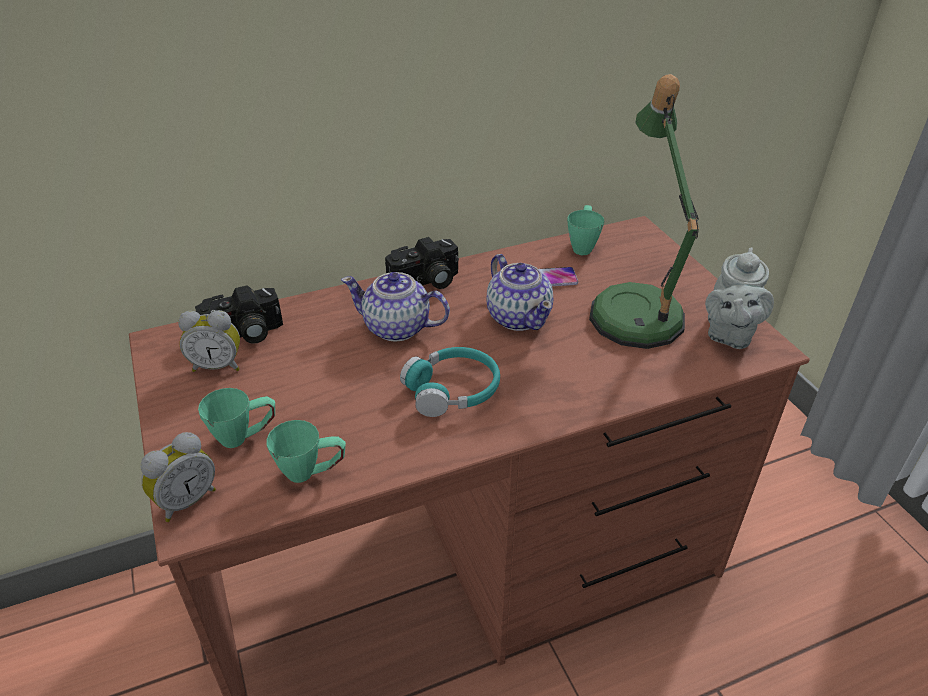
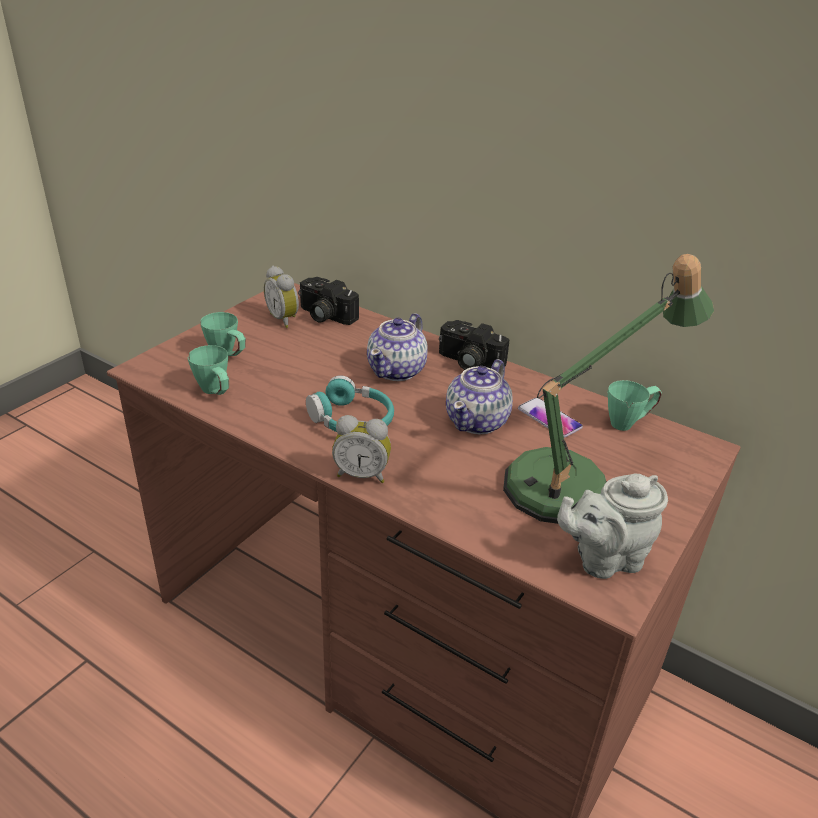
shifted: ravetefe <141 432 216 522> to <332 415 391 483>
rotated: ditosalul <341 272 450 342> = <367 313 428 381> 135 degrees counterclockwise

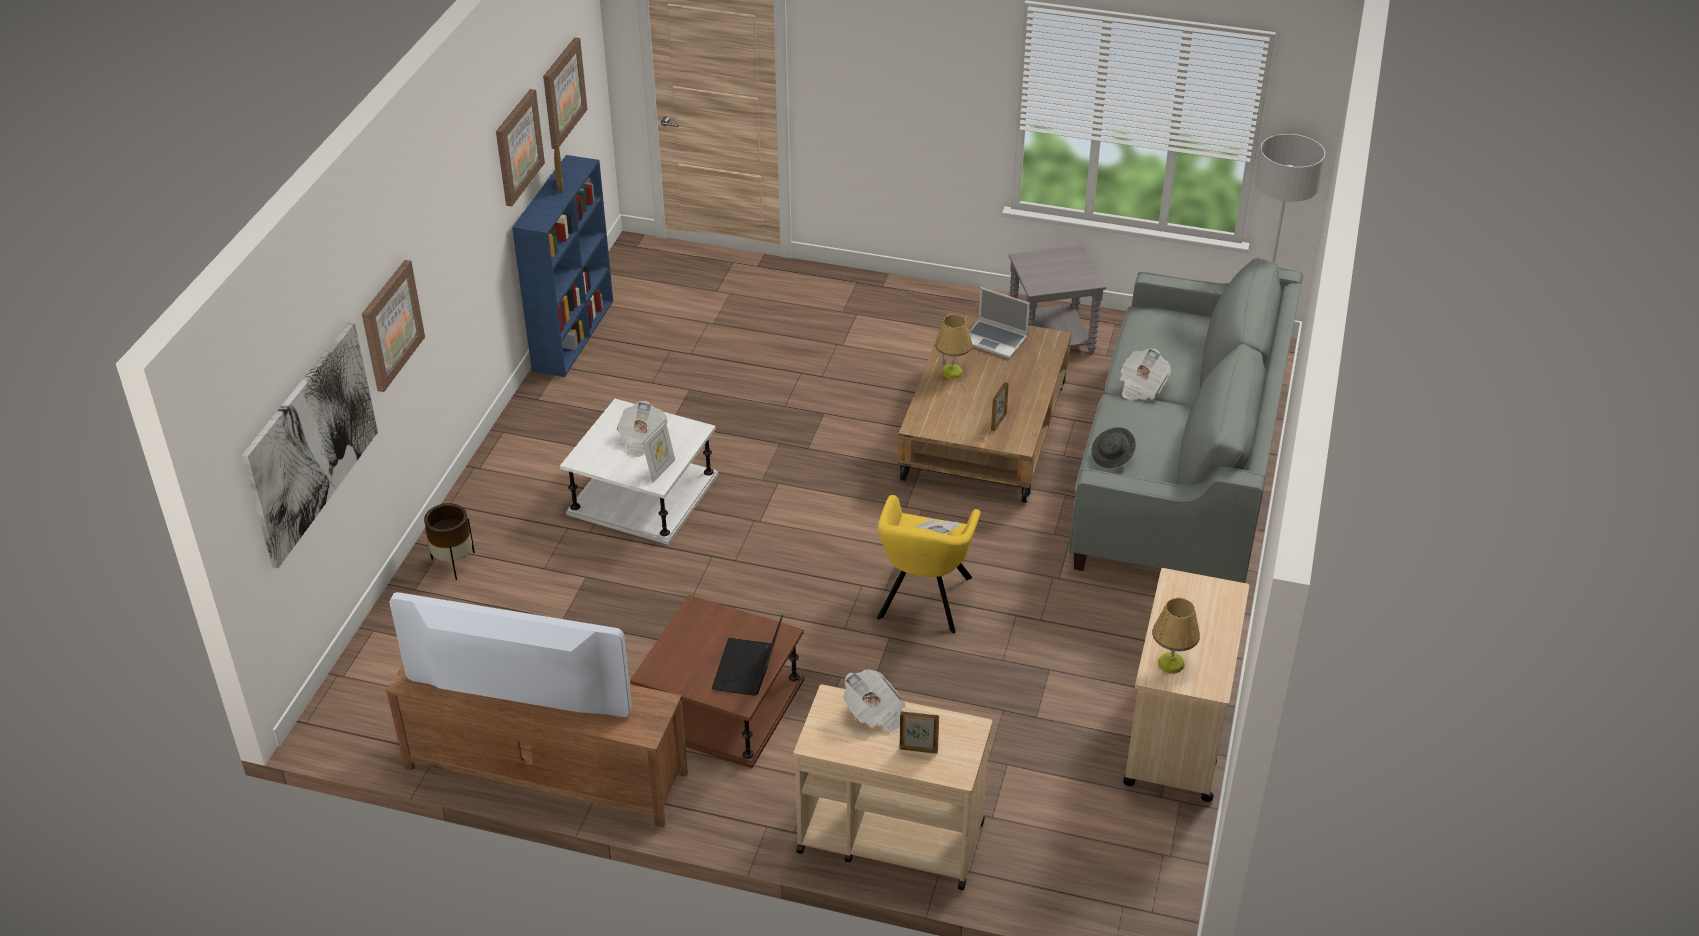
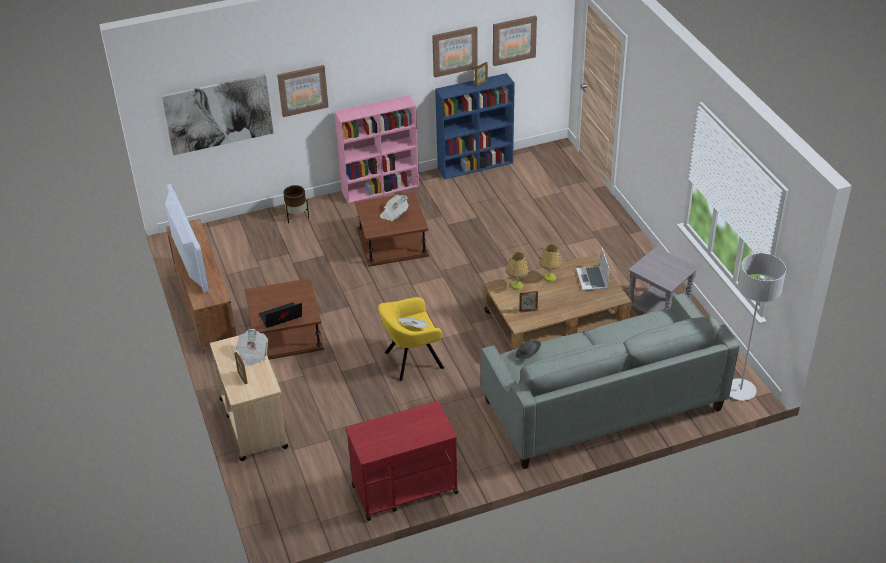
gone: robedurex <642 419 675 483>; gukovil <1120 348 1171 400>
new: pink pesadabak <335 95 419 203>
shifted: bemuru <1152 598 1200 673> to <506 252 529 290>
repainted: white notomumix <560 399 718 545> to brown notomumix <355 192 429 267>; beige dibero <1123 568 1249 802> to red dibero <346 401 458 521>

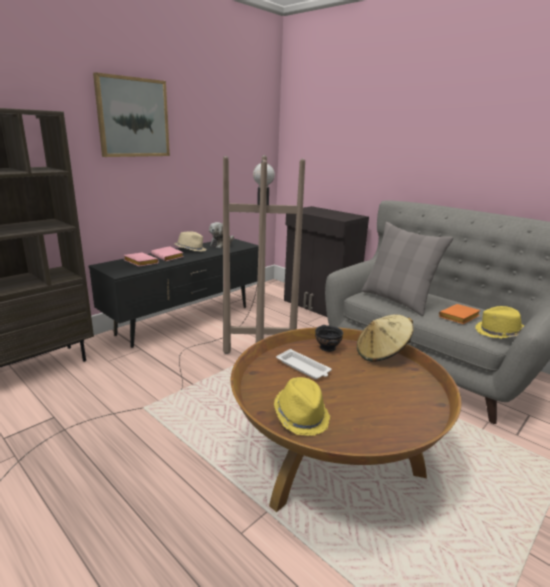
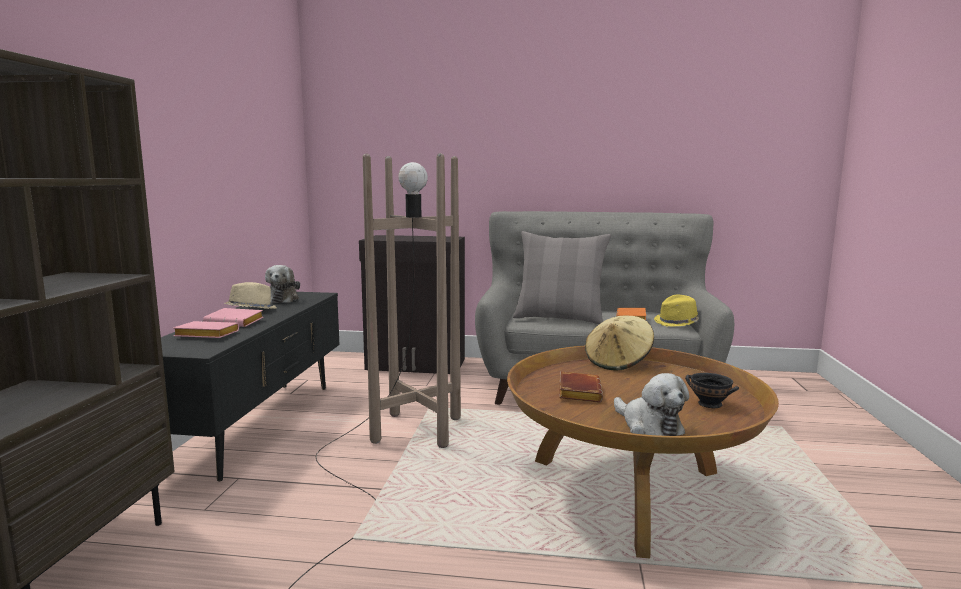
gone: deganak <93 72 170 157>
shifted: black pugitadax <315 325 343 352> to <685 373 739 408>
swapped: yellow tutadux <274 377 330 436> to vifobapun <614 373 689 436>; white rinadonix <276 349 332 379> to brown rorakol <559 372 603 402>

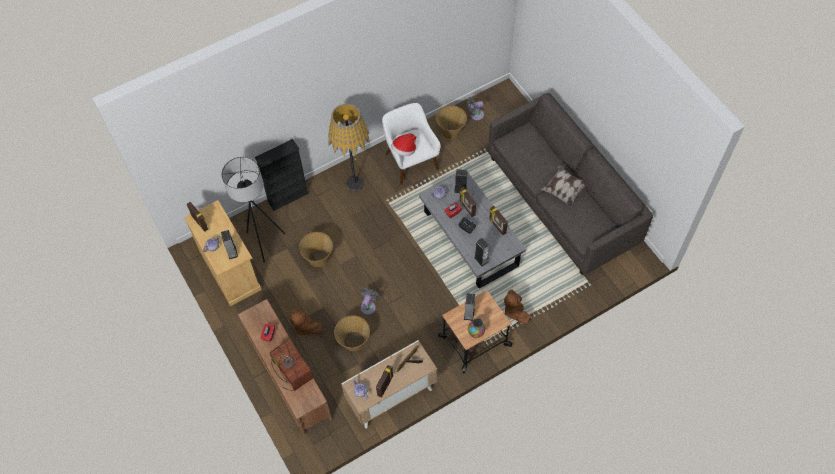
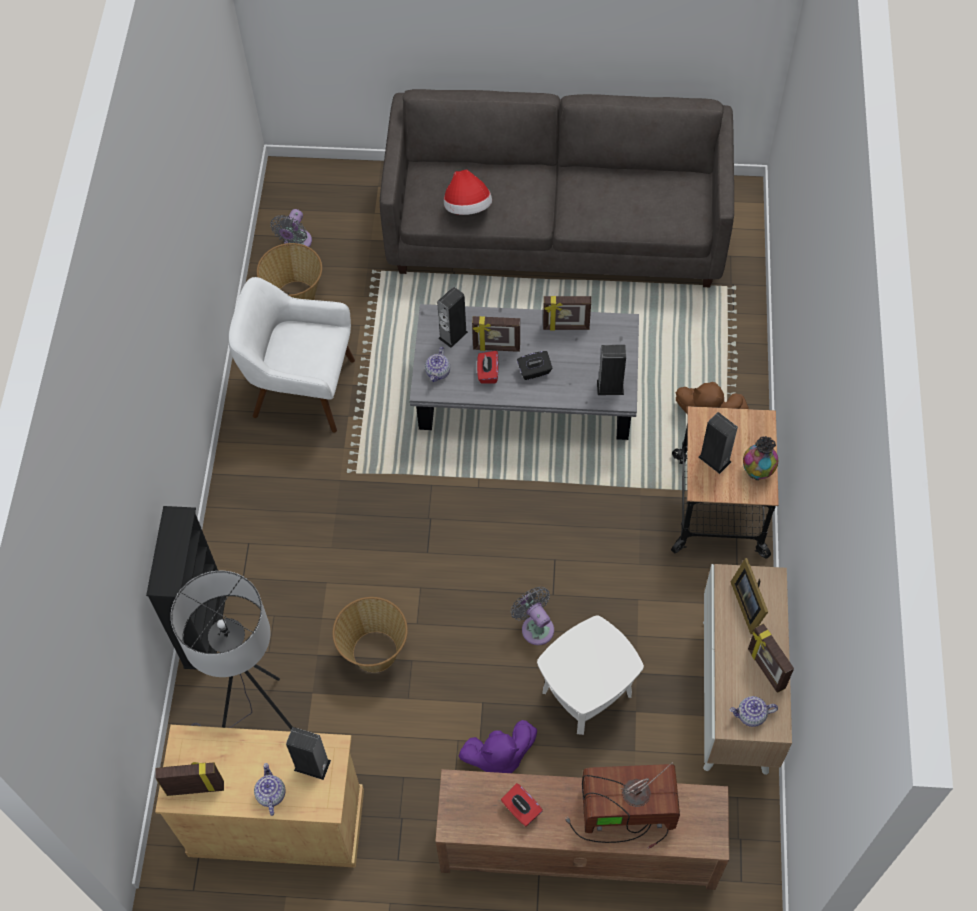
gone: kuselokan <328 104 370 192>; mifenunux <541 165 586 207>
shifted: tutadux <391 133 416 156> to <444 169 492 215>
swapped: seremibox <334 315 370 351> to white notomumix <537 615 644 735>
repainted: brown vifobapun <290 309 323 335> to purple vifobapun <459 720 537 773>

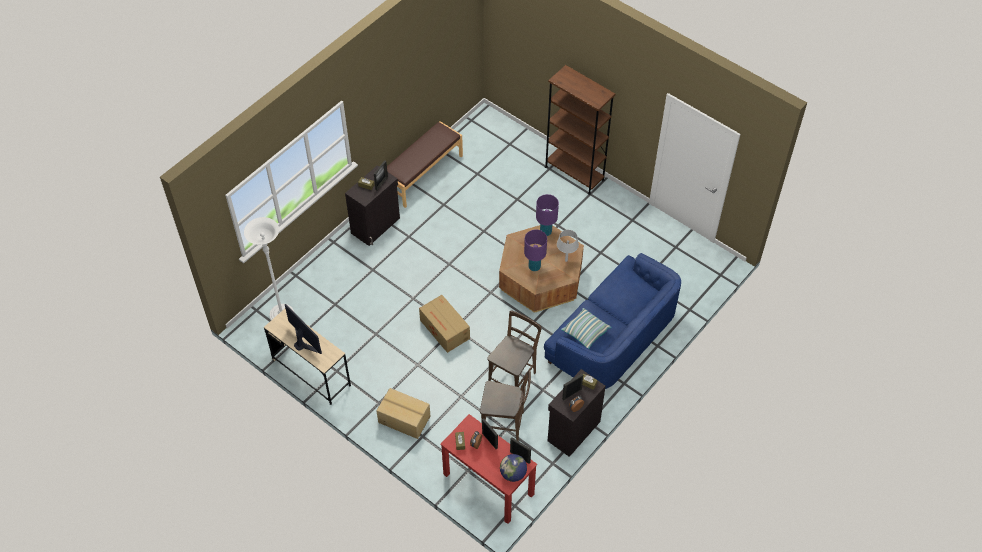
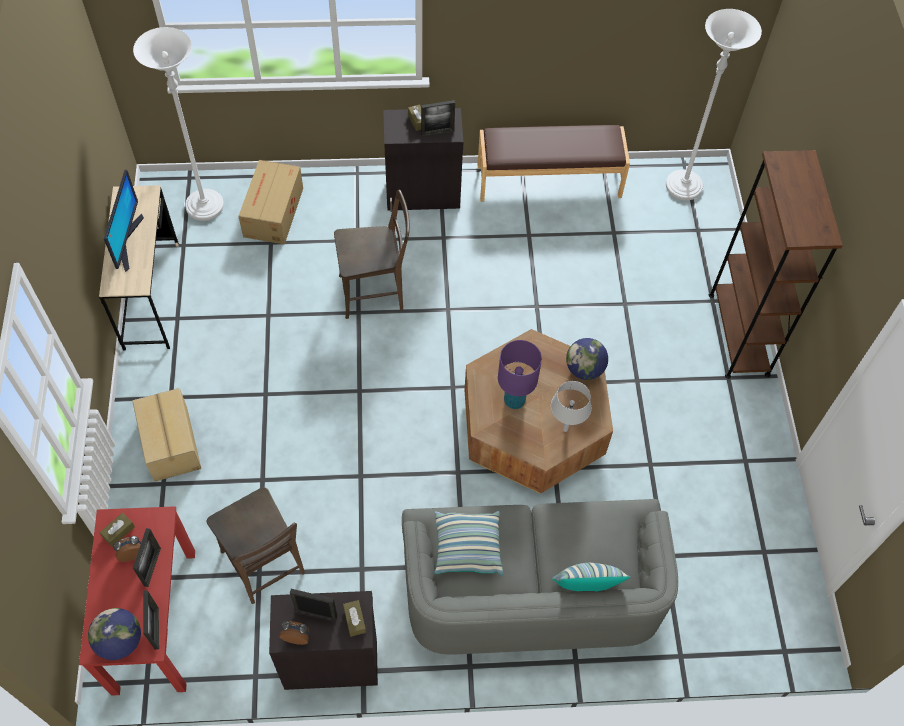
new: mifenunux <552 563 630 591>; white kuselokan <666 9 762 201>
shifted: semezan <419 295 470 353> to <238 160 303 244>; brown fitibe <487 311 542 387> to <334 190 410 319>
swapped: purple bemuru <536 194 559 236> to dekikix <566 338 608 380>
repainted: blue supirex <544 253 681 389> to grey supirex <402 499 678 655>

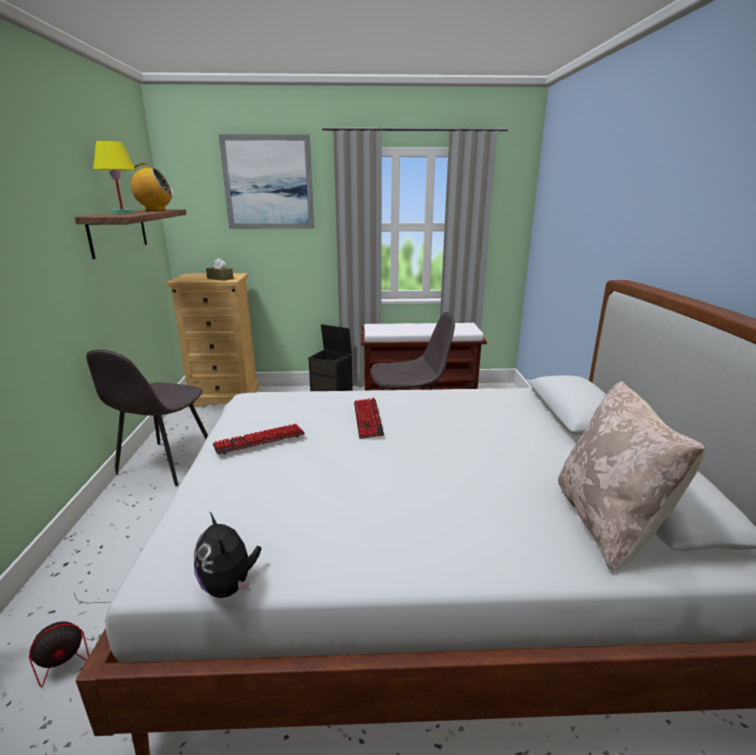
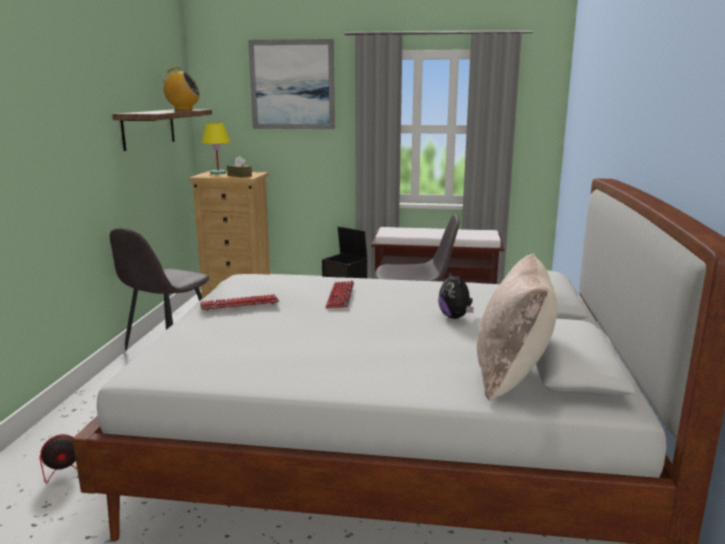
shifted: yellow bemuru <93 141 135 214> to <202 123 230 174>; vifobapun <194 511 261 598> to <438 270 474 319>

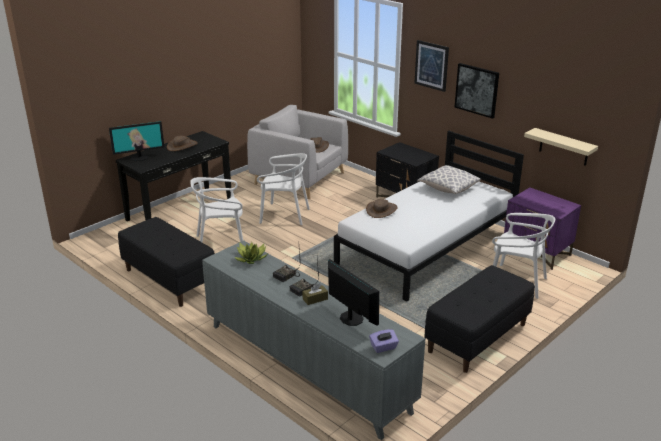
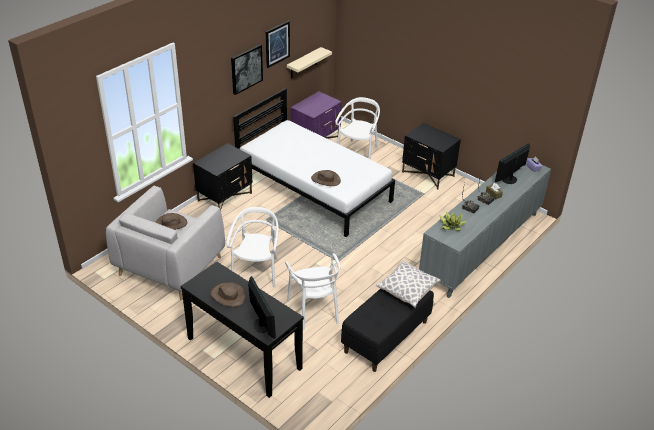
shifted: deganak <414 40 449 92> to <266 21 290 68>; mifenunux <417 165 481 194> to <376 261 441 308>
swapped: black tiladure <424 265 535 373> to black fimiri <402 123 461 190>

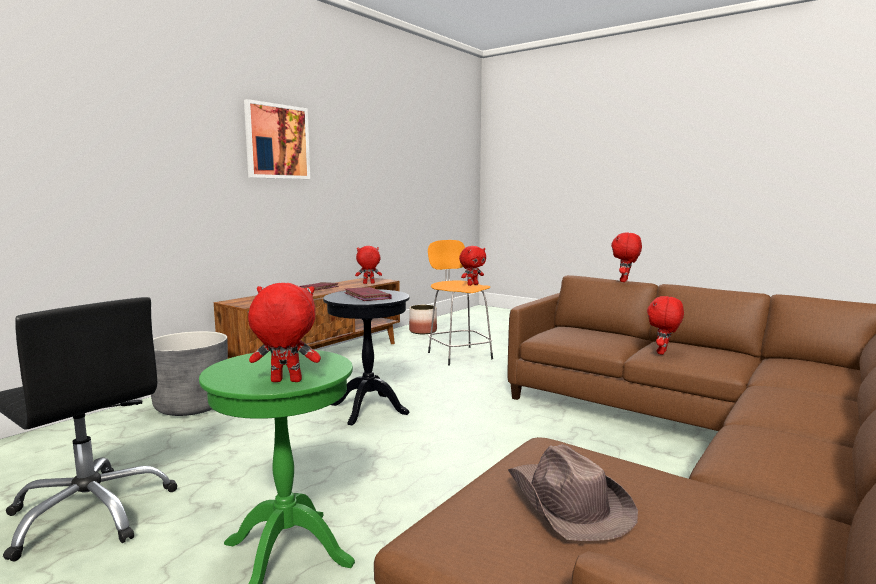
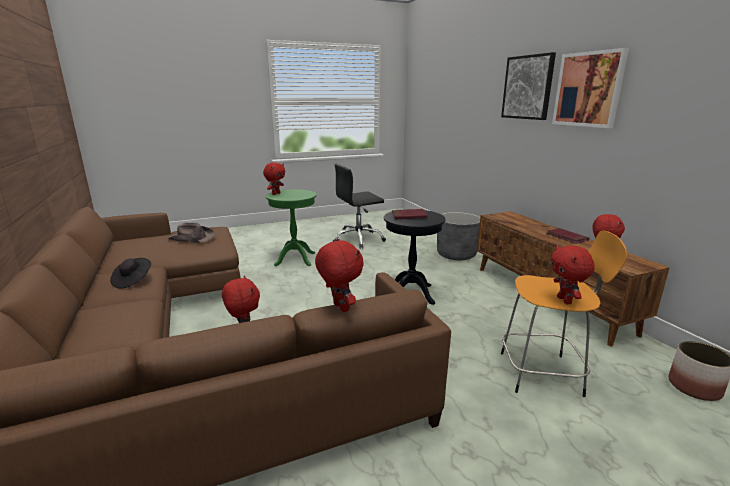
new: black tutadux <110 258 151 288>; deganak <501 52 556 120>

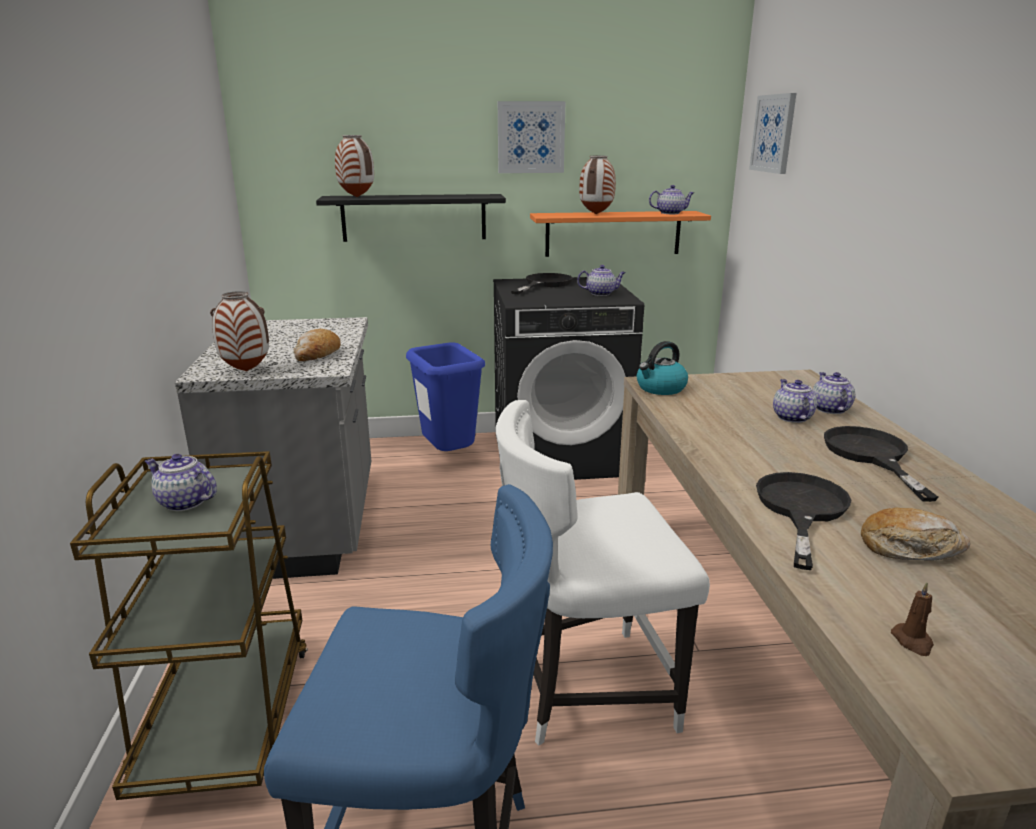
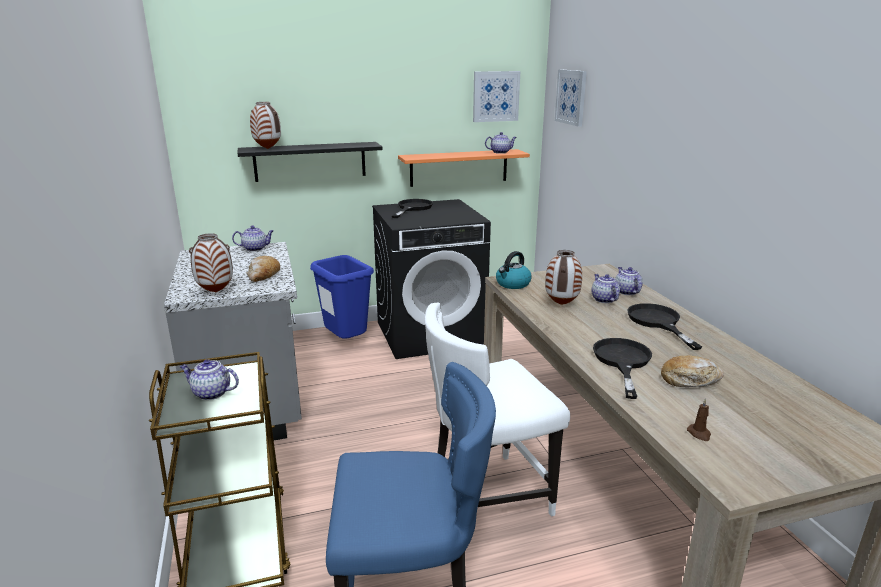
shifted: deganak <498 101 566 173> to <473 71 520 122>; ditosalul <577 265 626 296> to <232 226 274 251>; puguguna <579 156 616 214> to <545 250 582 305>

